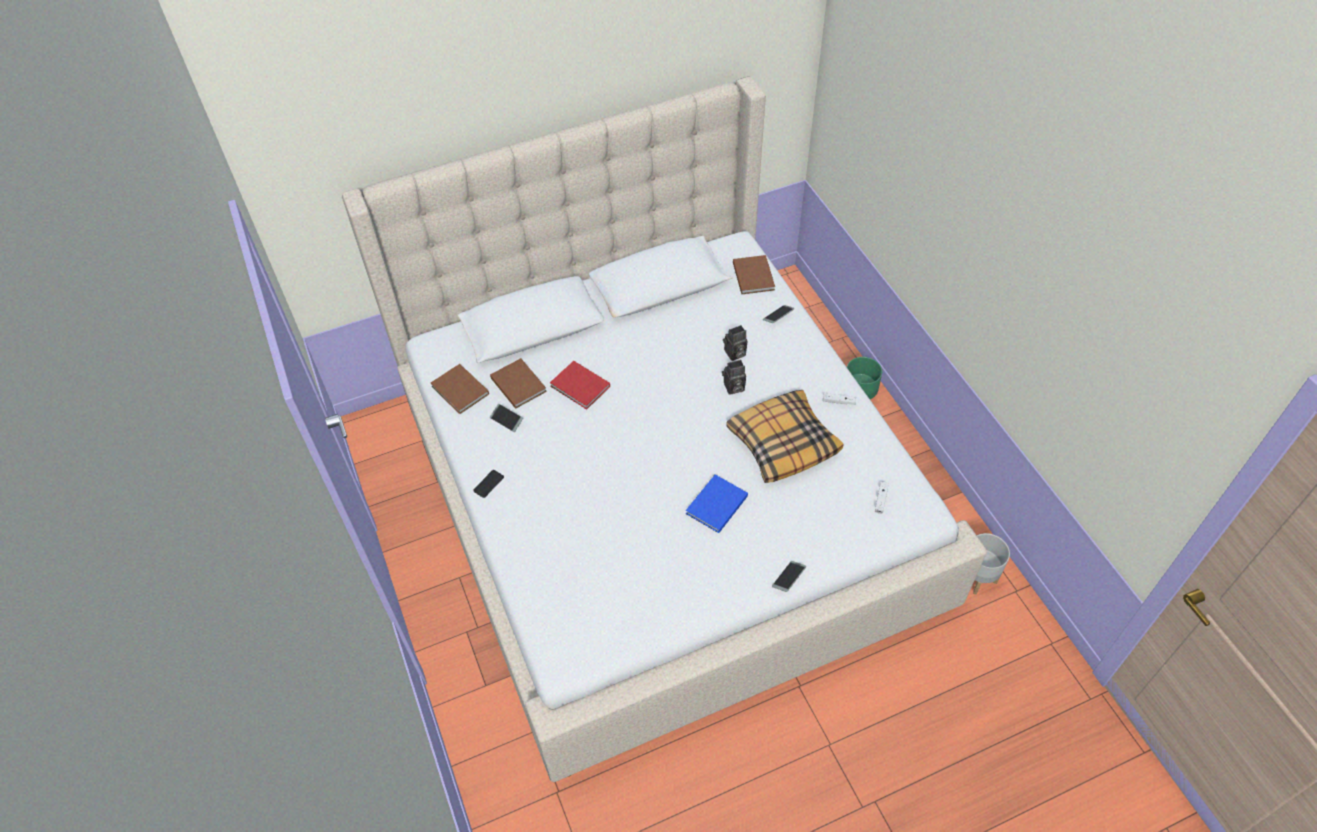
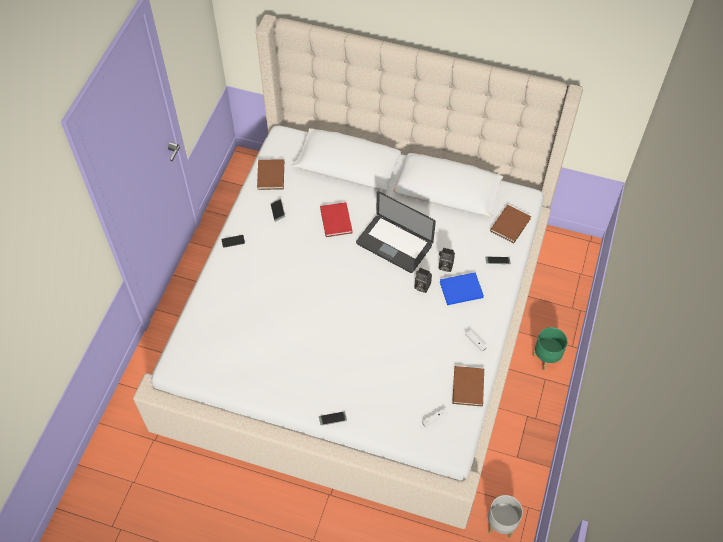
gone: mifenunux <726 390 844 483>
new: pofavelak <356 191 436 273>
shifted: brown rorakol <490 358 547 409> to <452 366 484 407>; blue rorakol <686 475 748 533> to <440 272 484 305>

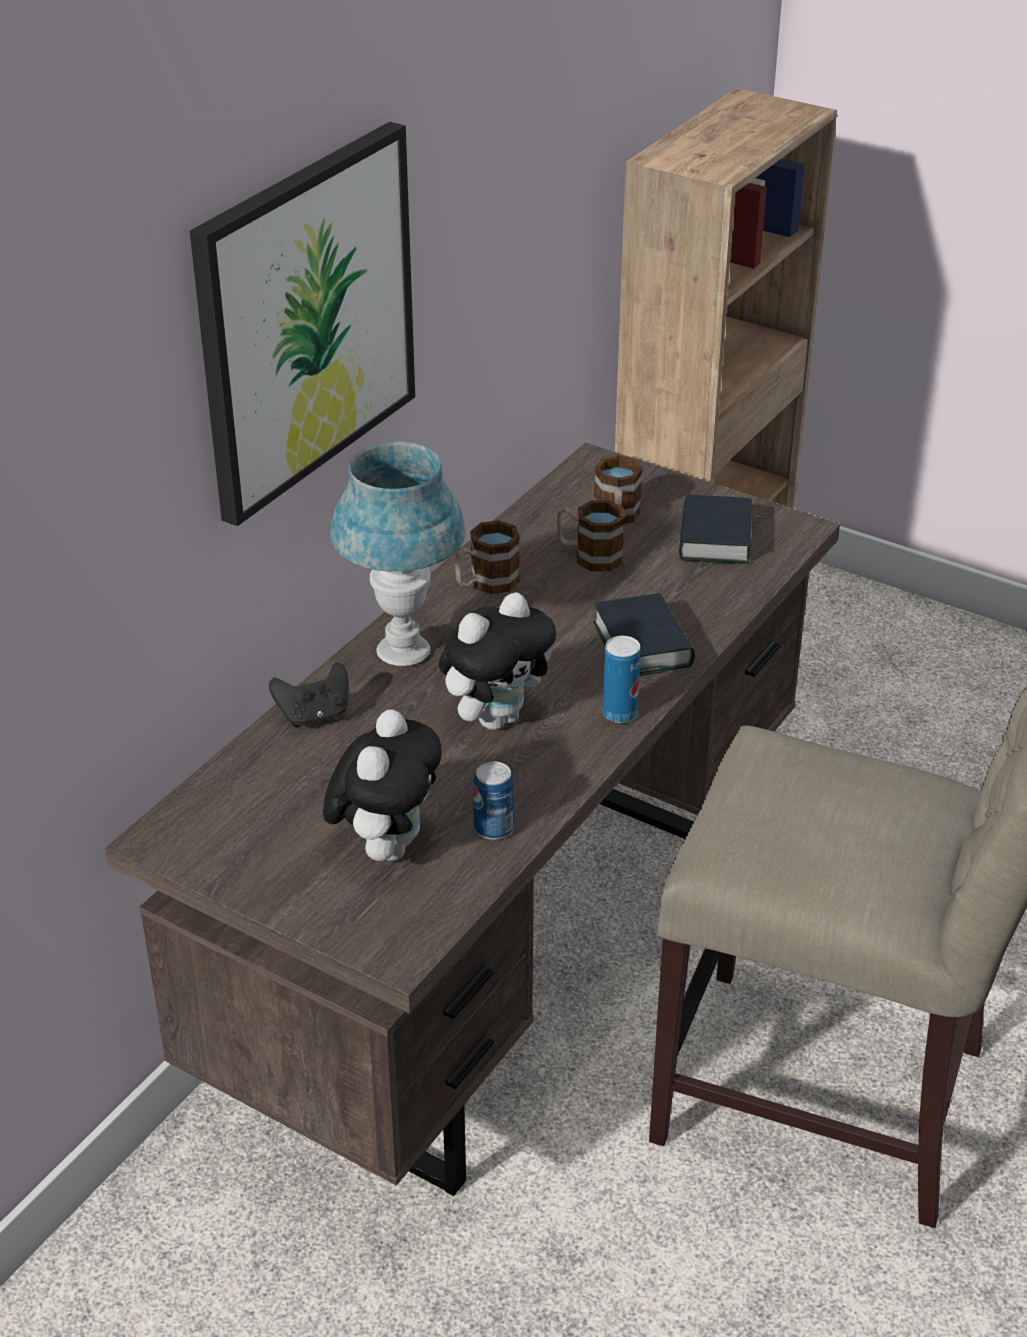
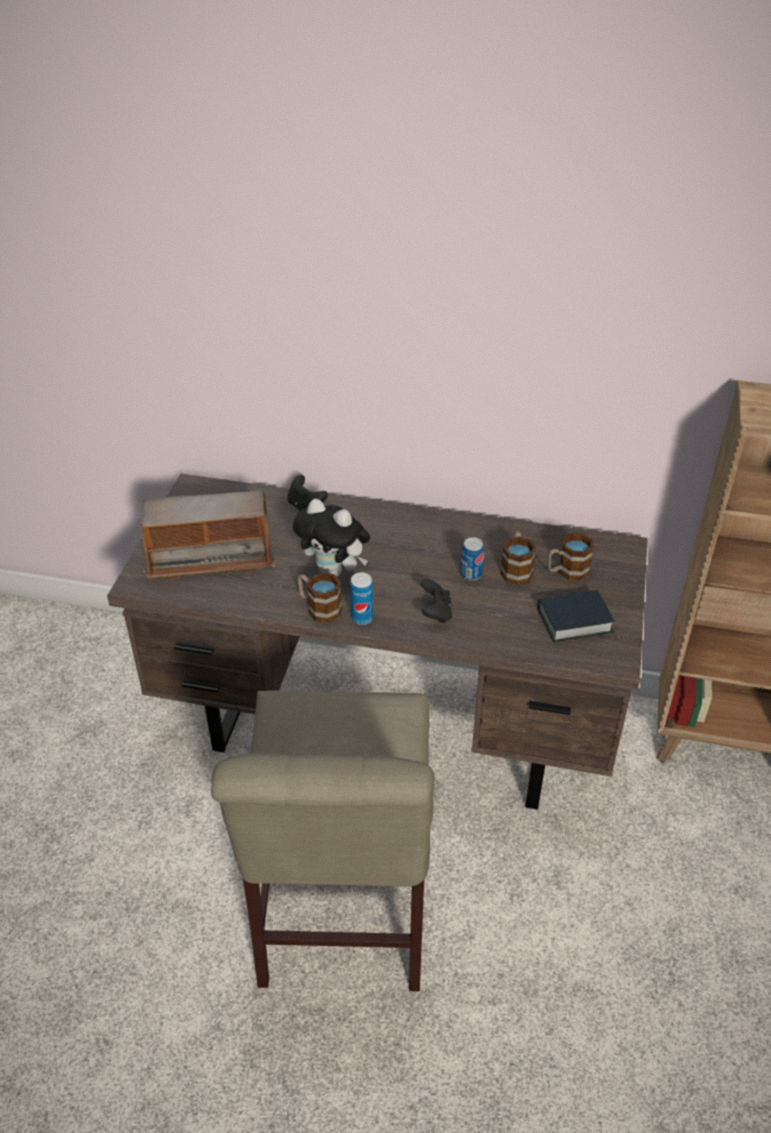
gone: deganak <190 122 415 526>; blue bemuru <330 442 466 667>
shifted: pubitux <454 520 520 594> to <298 572 342 623>; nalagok <473 761 514 840> to <460 537 484 581>
swapped: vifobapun <323 710 442 861> to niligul <141 491 278 579>; rorakol <593 593 695 676> to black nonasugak <421 579 452 623>

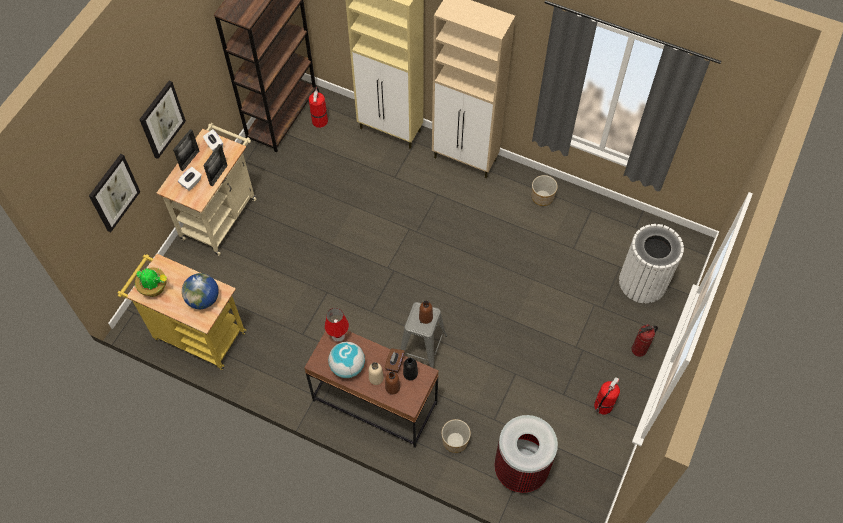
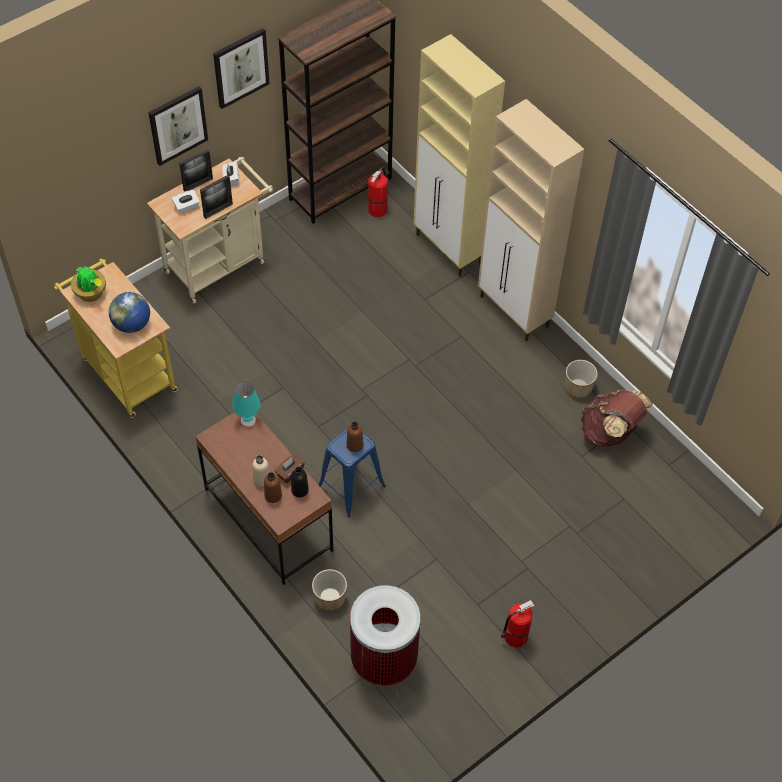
gone: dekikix <328 342 365 378>; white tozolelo <619 224 684 303>; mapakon <632 324 658 357>
new: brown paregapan <581 390 653 447>
shifted: deganak <89 154 140 232> to <213 28 270 109>
repainted: red bemuru <325 308 349 342> to turquoise bemuru <232 382 260 427>; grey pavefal <400 302 447 368> to blue pavefal <319 428 386 517>

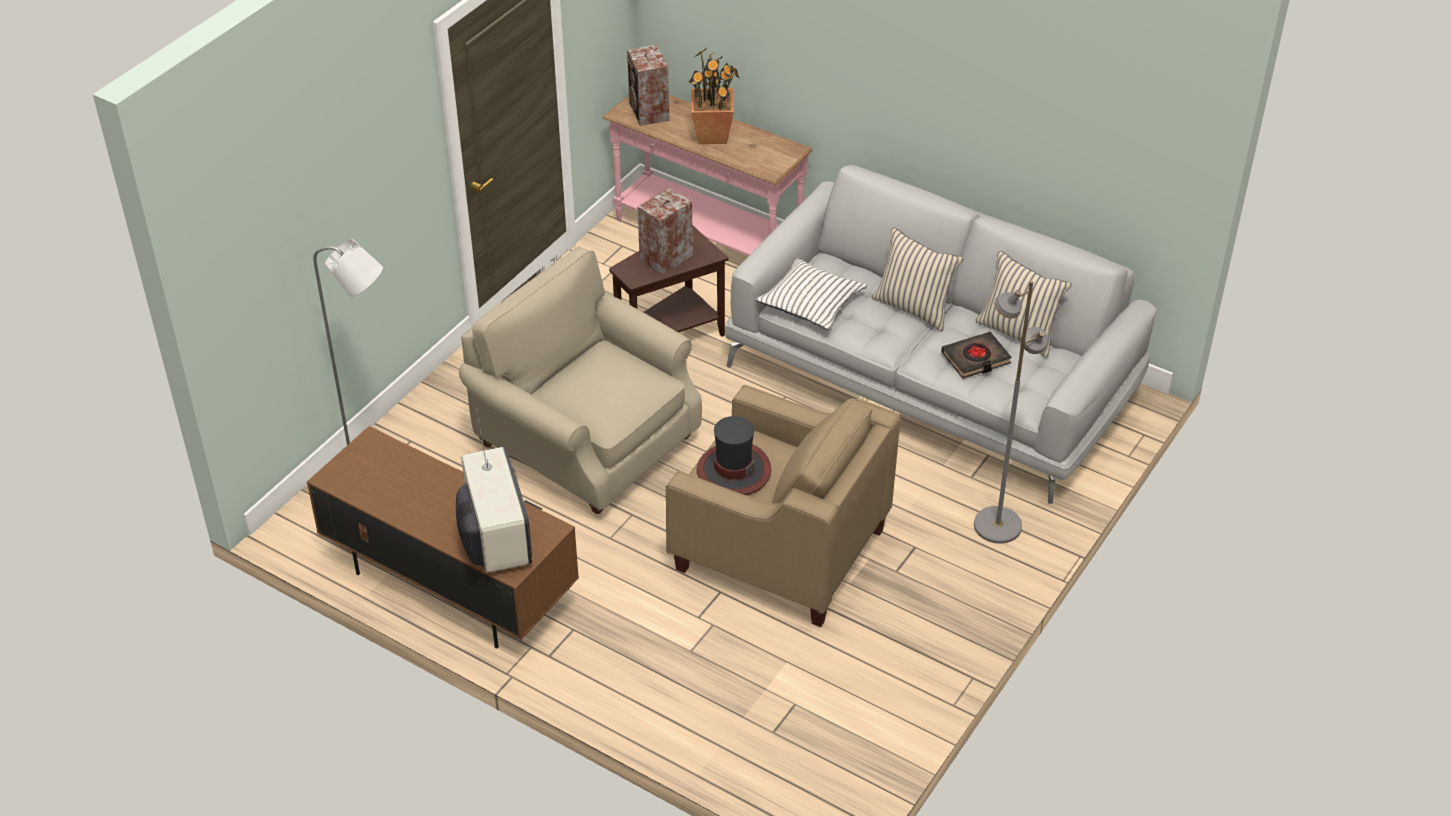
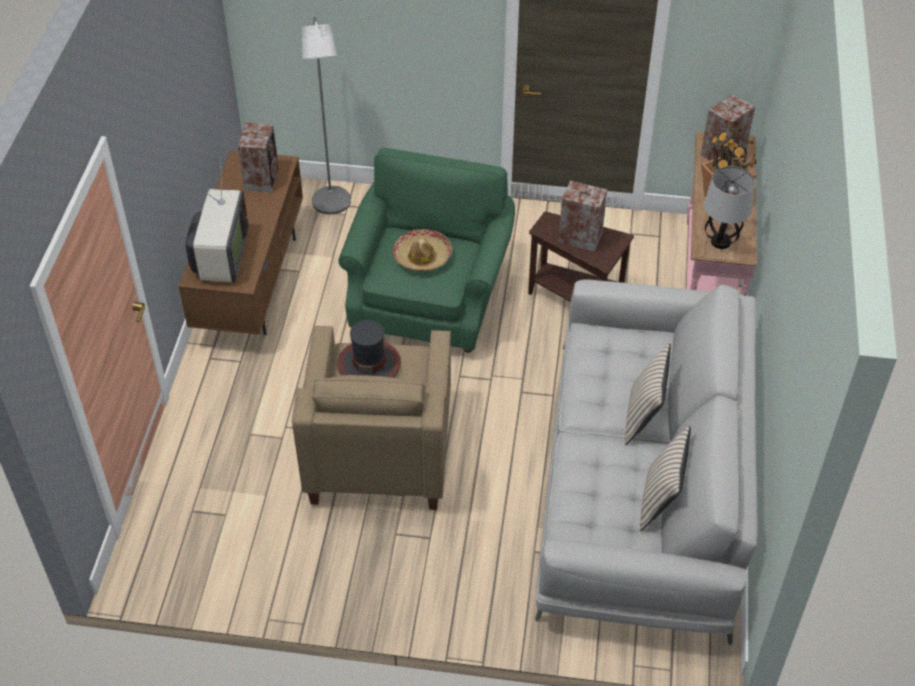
gone: white mifenunux <756 259 867 330>; black rorakol <941 332 1012 379>; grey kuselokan <974 281 1048 544>
new: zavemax <238 122 279 192>; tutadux <393 229 452 271>; bemuru <704 166 755 249>
repainted: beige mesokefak <459 247 702 514> to green mesokefak <338 148 515 353>
rotated: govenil <456 408 532 573> = <185 155 249 283> 45 degrees counterclockwise

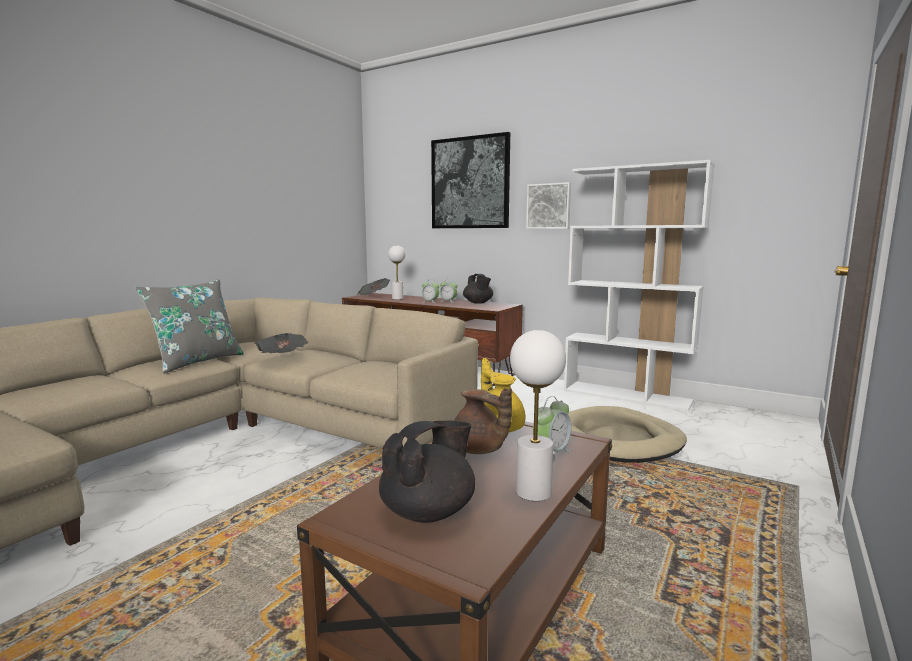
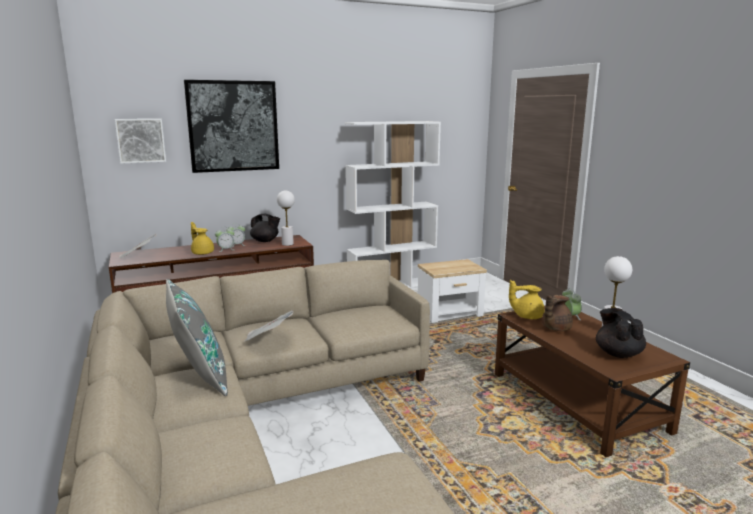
new: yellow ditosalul <191 222 214 255>
shifted: white bemuru <388 245 405 300> to <277 190 295 246>; deganak <526 182 571 229> to <115 119 166 164>
swapped: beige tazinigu <568 406 687 463> to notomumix <418 259 487 323>
rotated: brown ditosalul <454 388 512 454> = <542 295 573 331> 150 degrees clockwise

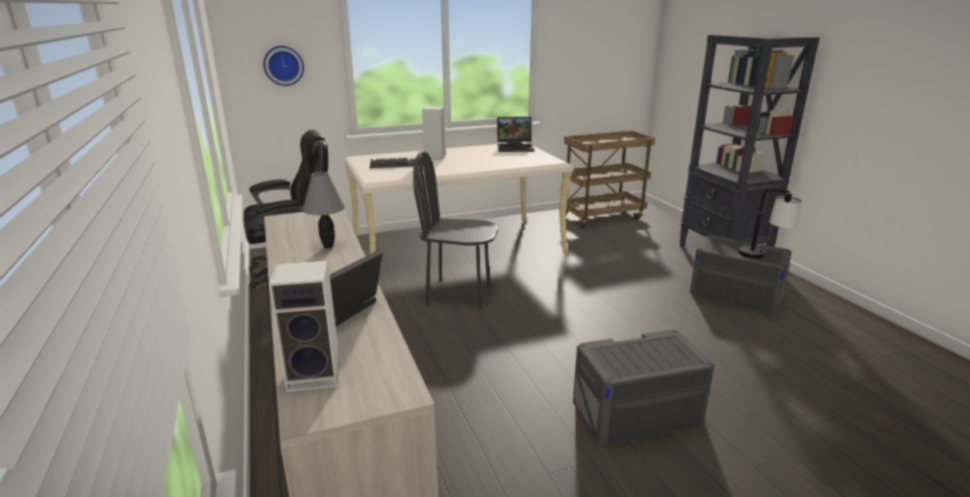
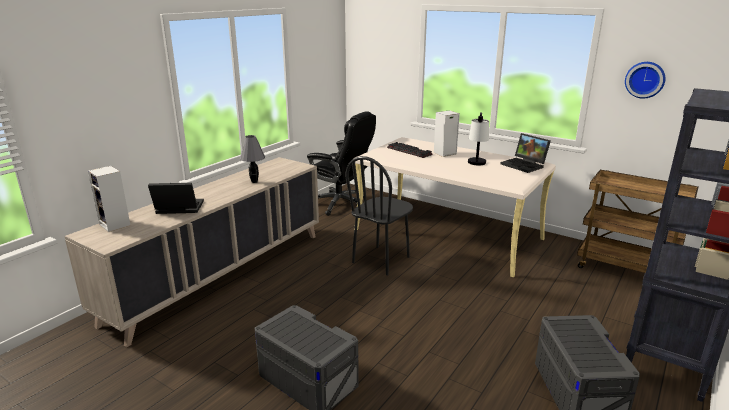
shifted: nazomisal <263 46 304 86> to <625 62 665 99>; bemuru <739 188 801 258> to <468 112 489 165>
rotated: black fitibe <413 151 498 309> = <346 156 413 275> 120 degrees counterclockwise

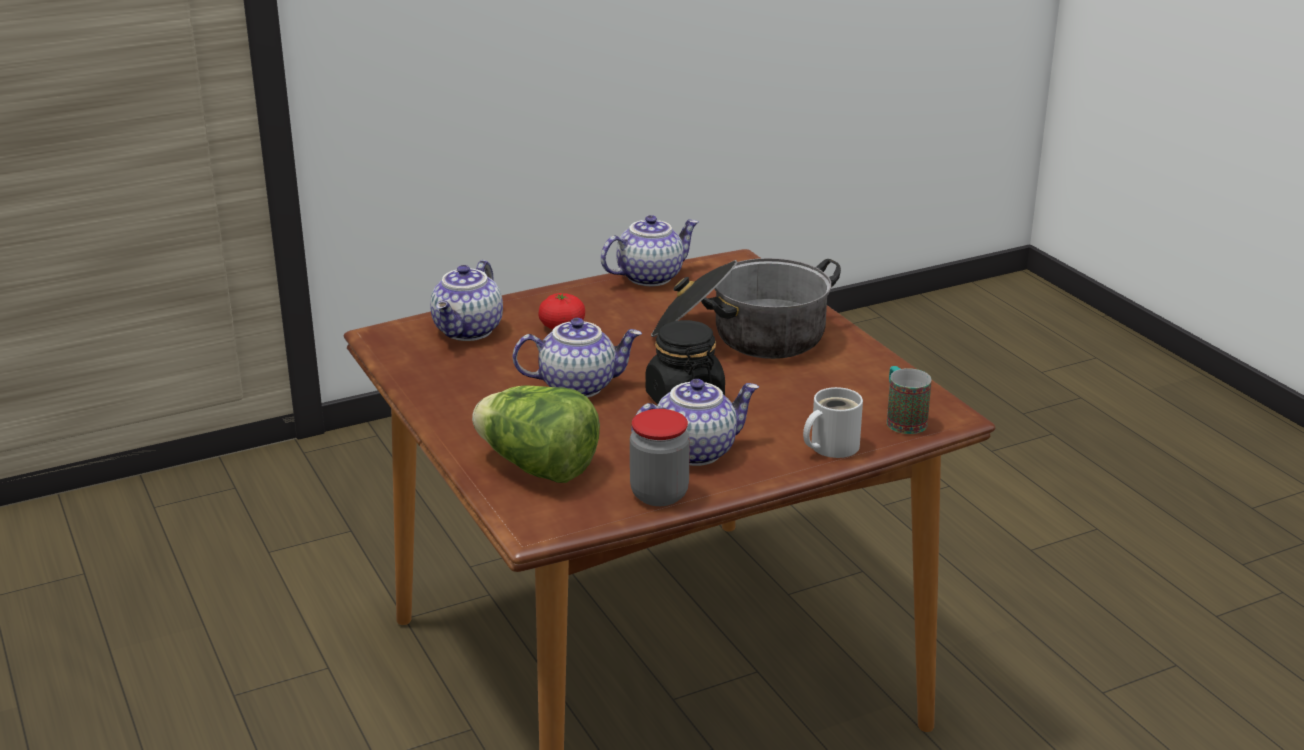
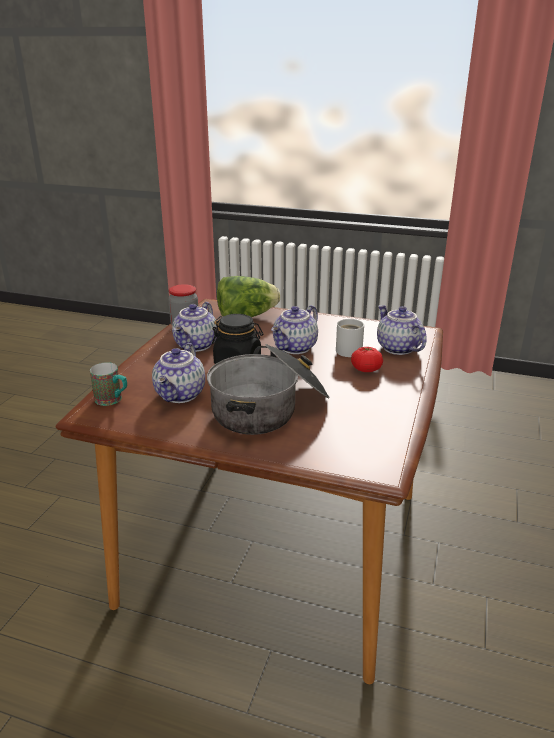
shifted: ditosalul <601 215 699 286> to <152 343 205 403>; white pubitux <803 387 863 458> to <336 319 364 357>

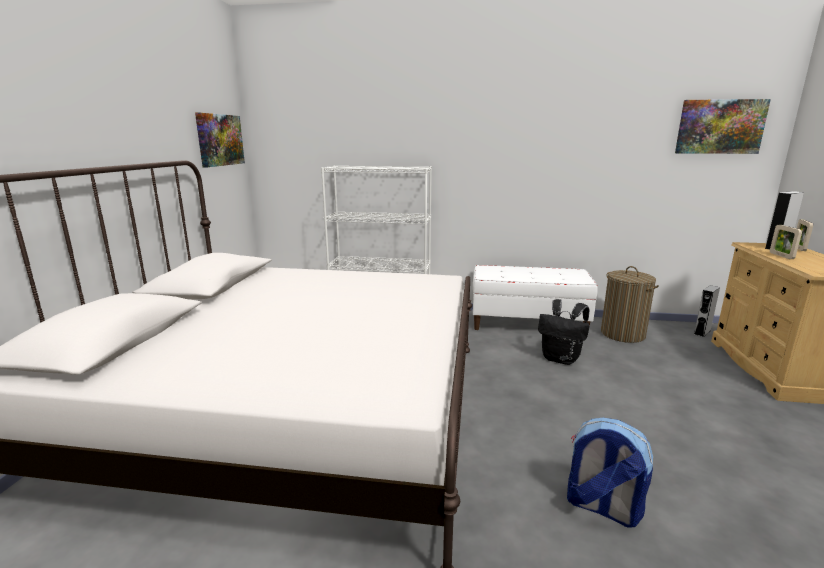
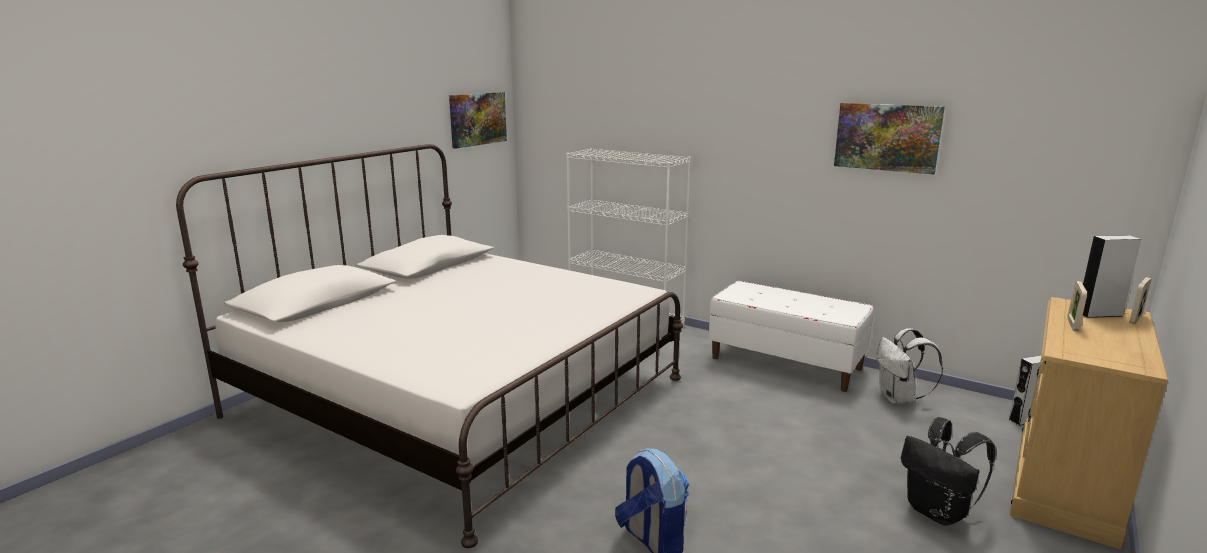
shifted: black paregapan <538 299 590 365> to <901 417 995 525>; deganak <675 99 771 154> to <834 103 945 174>
swapped: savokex <601 266 659 343> to white paregapan <876 328 943 404>

